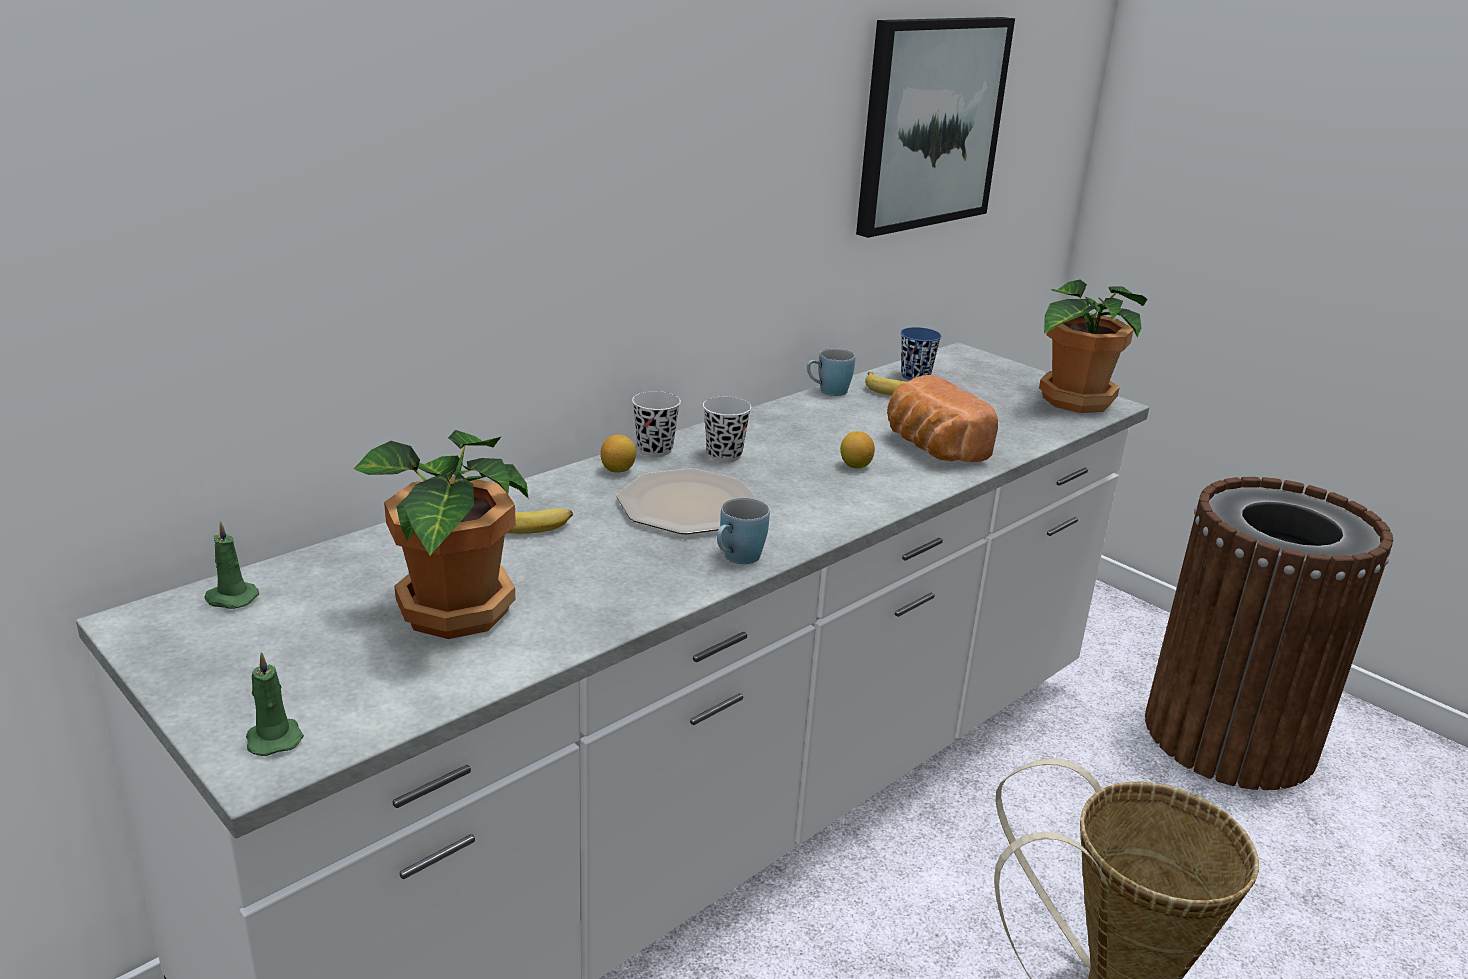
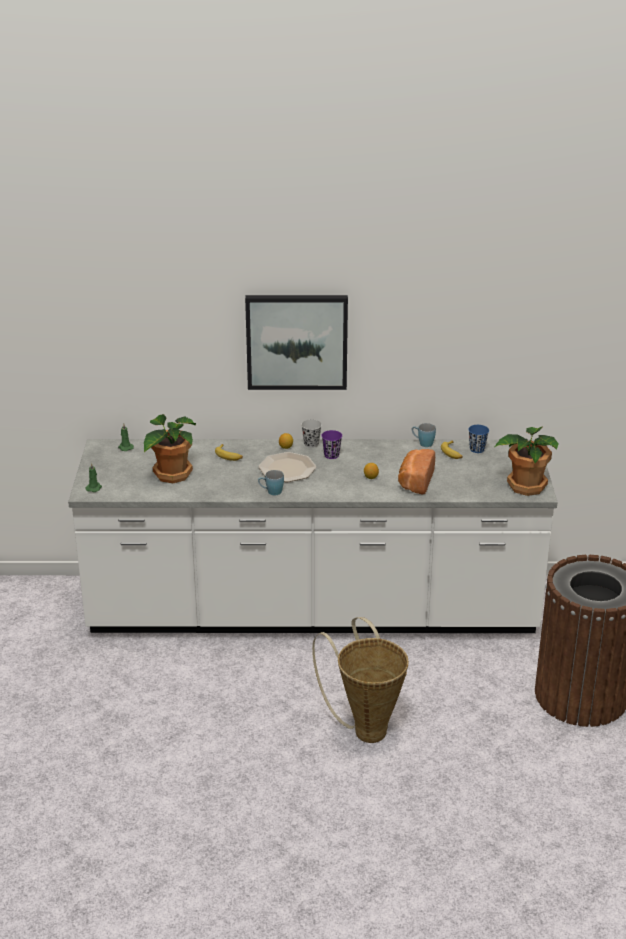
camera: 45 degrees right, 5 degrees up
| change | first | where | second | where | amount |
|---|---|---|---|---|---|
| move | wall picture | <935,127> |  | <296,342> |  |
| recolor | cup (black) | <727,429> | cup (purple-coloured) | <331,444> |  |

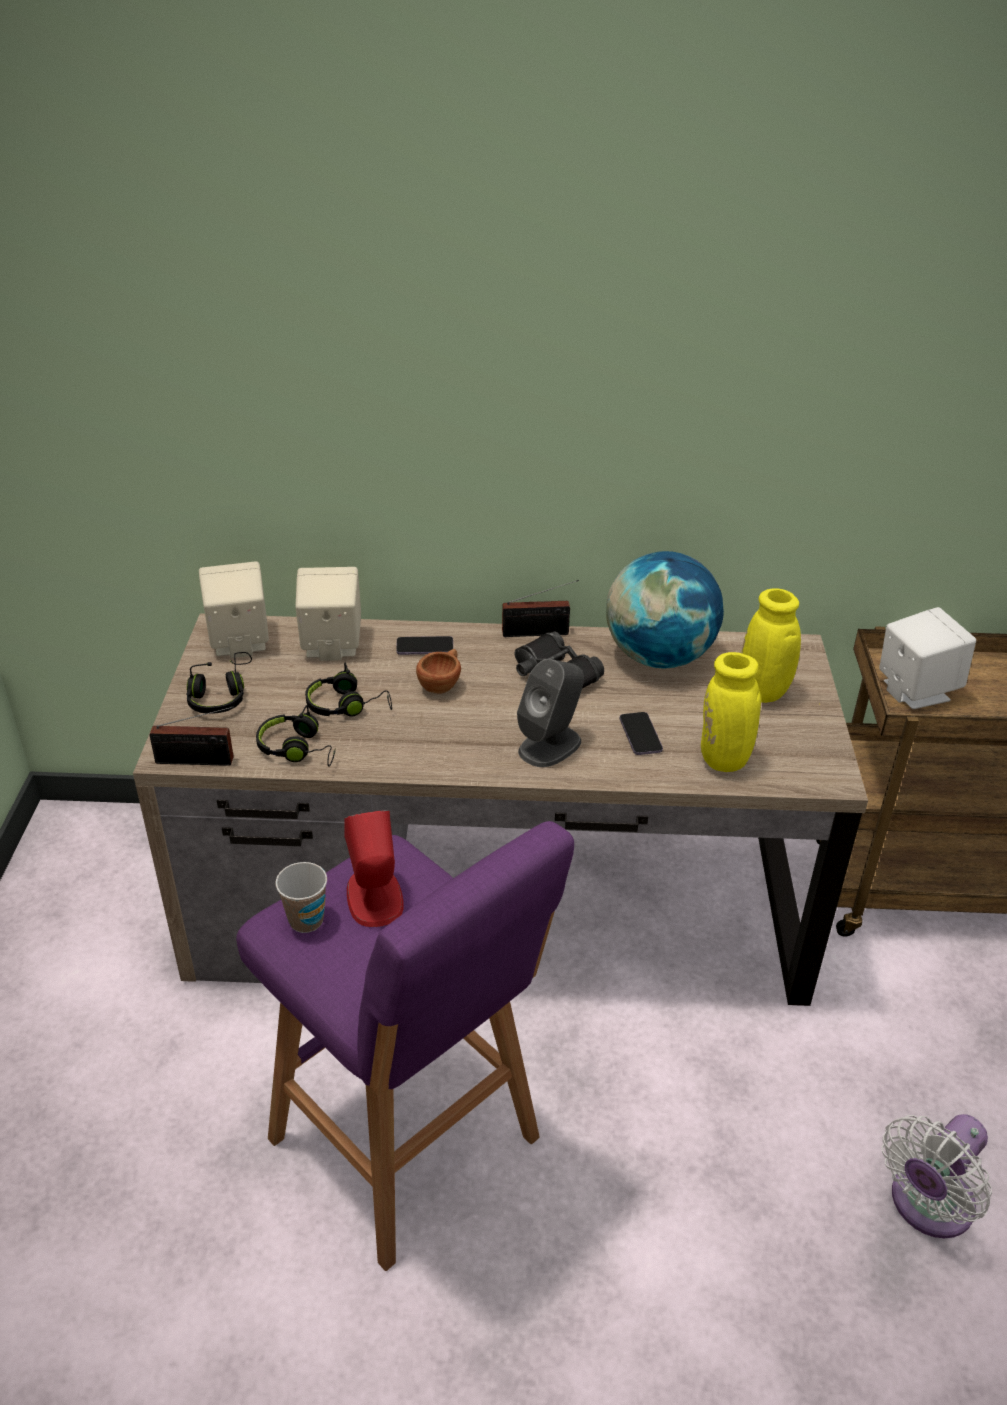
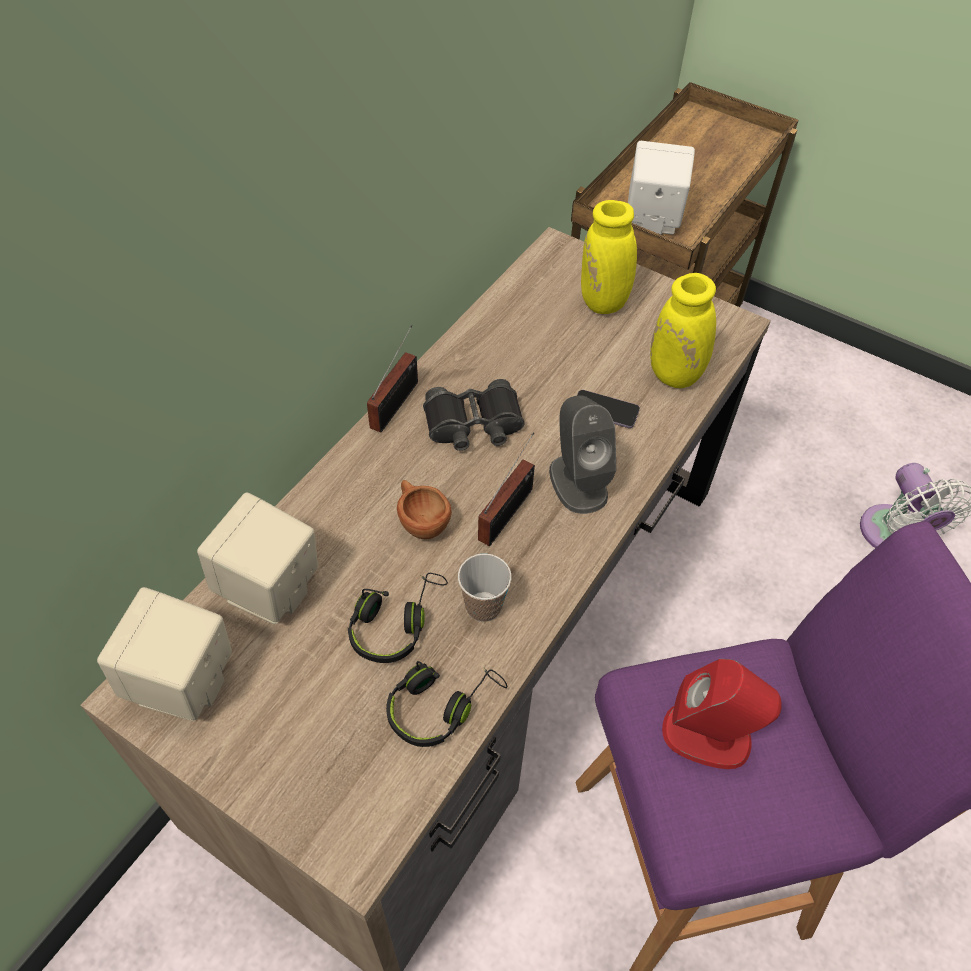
camera: 60 degrees left, 15 degrees up
| change | first | where | second | where | amount |
|---|---|---|---|---|---|
| move | cup | <301,897> |  | <485,587> |  |
| move | radio receiver | <191,736> |  | <506,489> |  |
| delete | pair of headphones (black) | <219,683> |  |  |  |
| delete | handset | <424,645> |  |  |  |
| delete | world globe | <665,610> |  |  |  |

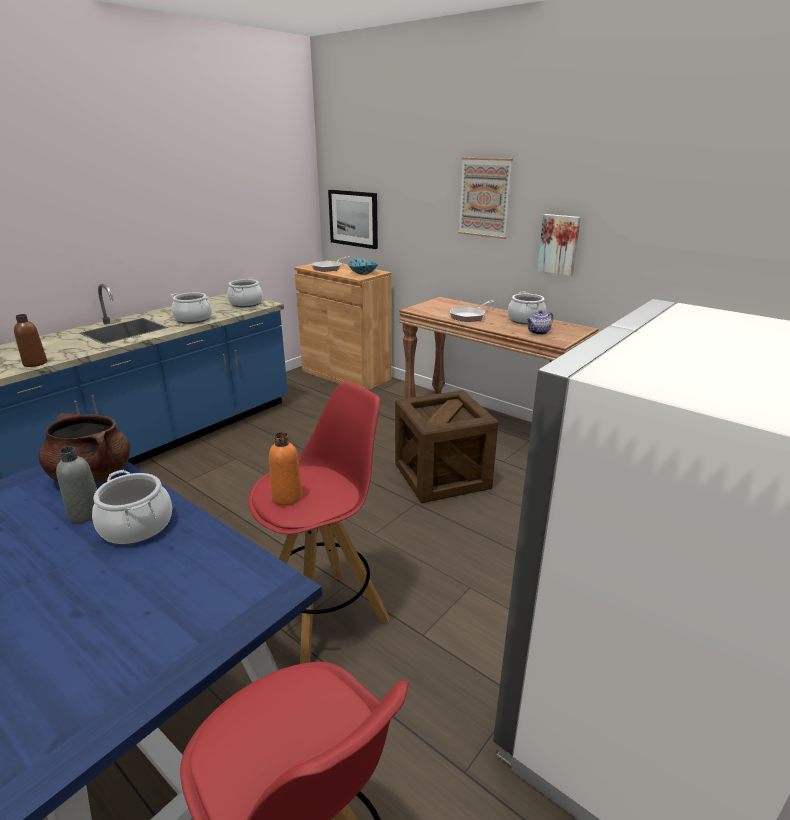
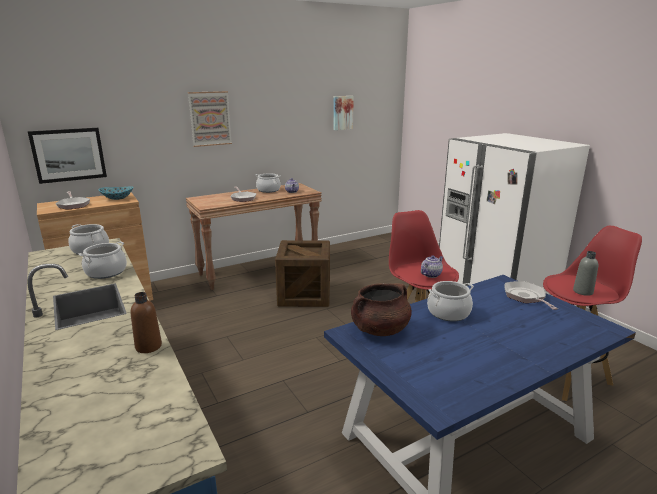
camera: 70 degrees left, 5 degrees down
| change | first | where | second | where | amount |
|---|---|---|---|---|---|
| move | wall picture | <559,245> |  | <343,113> |  |
| replace | beverage bottle (orangey) | <286,469> | teapot | <432,267> |  |
| insert |  |  | frying pan | <531,295> |  |
| move | beverage bottle (grey) | <76,485> |  | <585,273> |  |

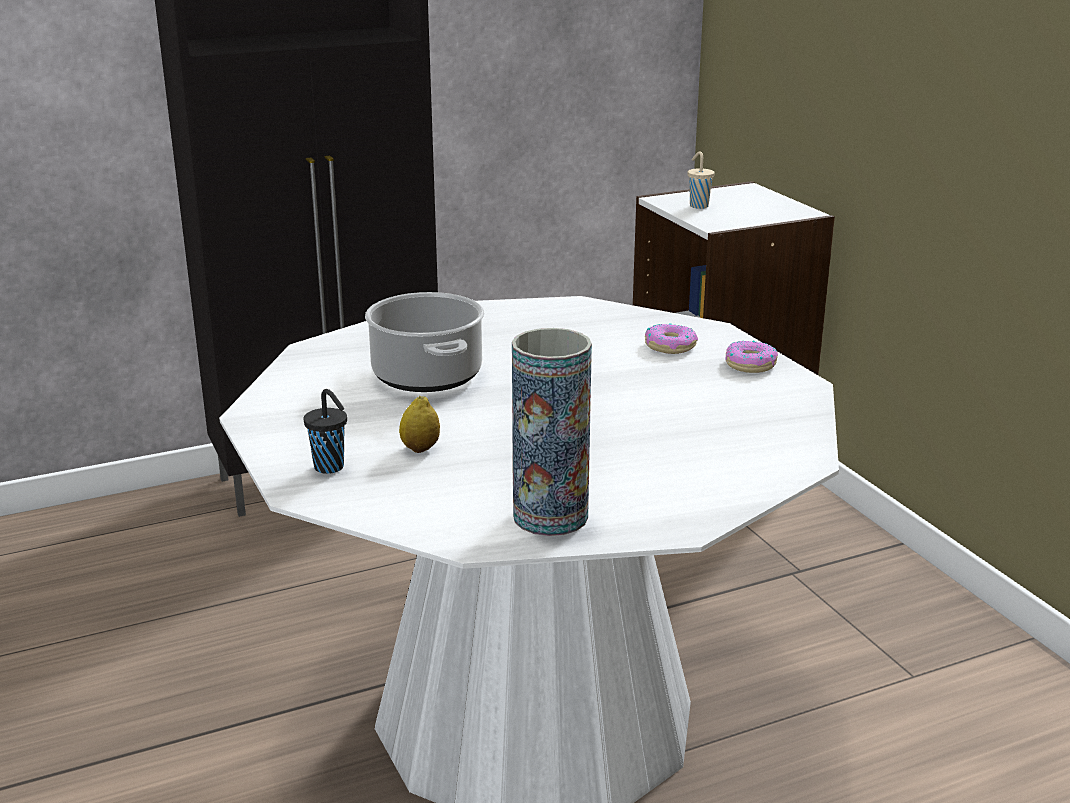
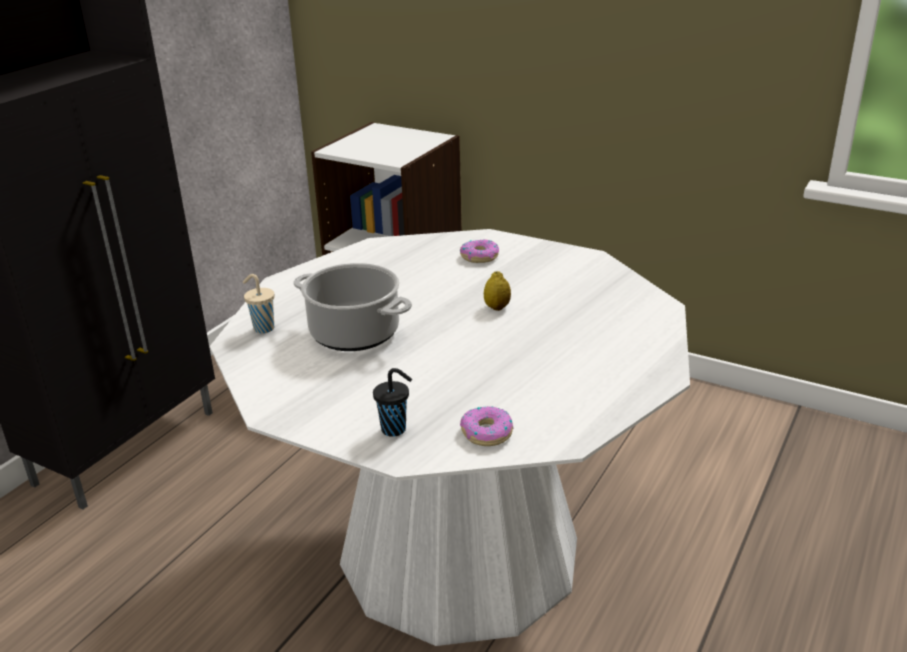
camera: 35 degrees left, 5 degrees up
| change | first | where | second | where | amount |
|---|---|---|---|---|---|
| move | cup (beige-coloured) | <701,180> |  | <259,303> |  |
| move | ring doughnut | <751,356> |  | <486,426> |  |
| move | citrus fruit | <419,424> |  | <497,291> |  |
| delete | decorative vase | <552,432> |  |  |  |

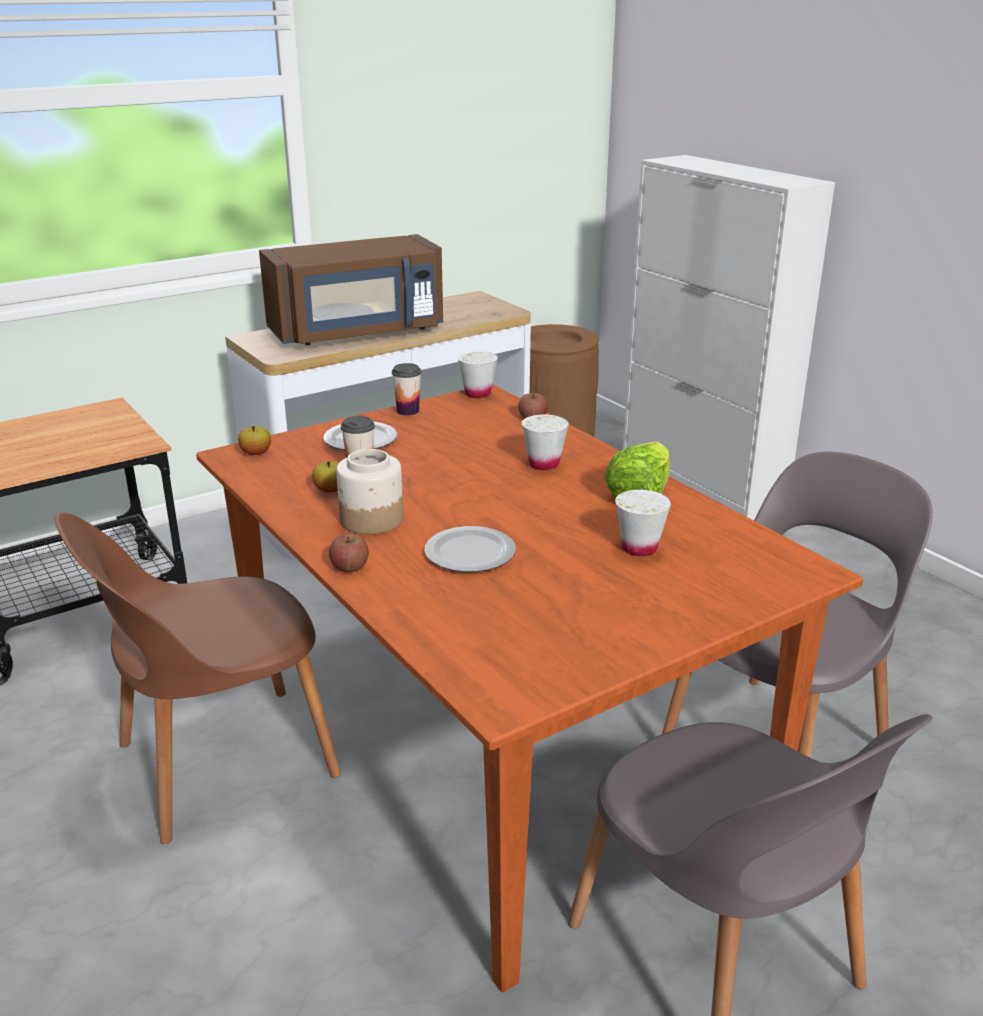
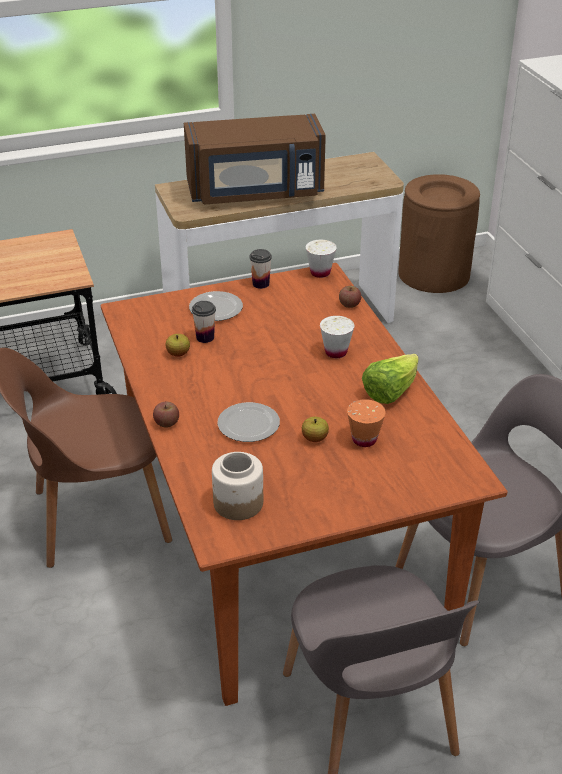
camera: 15 degrees right, 10 degrees up
| change | first | where | second | where | amount |
|---|---|---|---|---|---|
| move | storage jar | <369,491> |  | <237,486> |  |
| move | apple fruit | <254,440> |  | <315,429> |  |
| recolor | cup (white-coloured) | <643,523> | cup (orangey) | <366,423> |  |

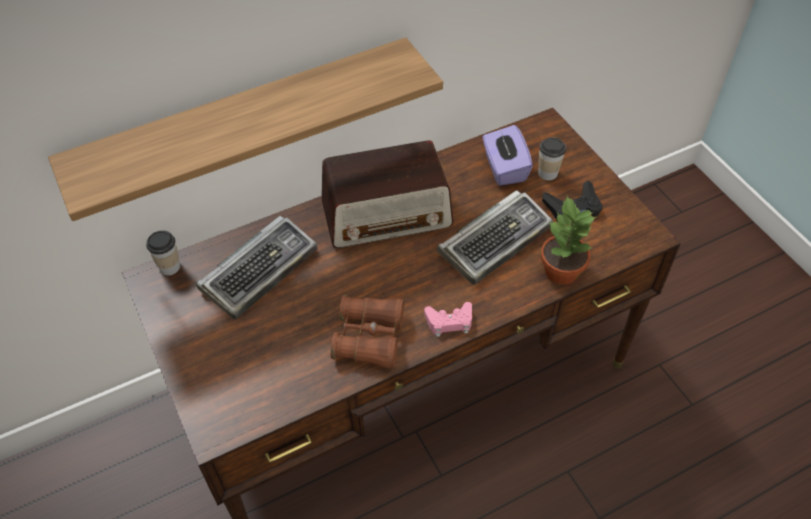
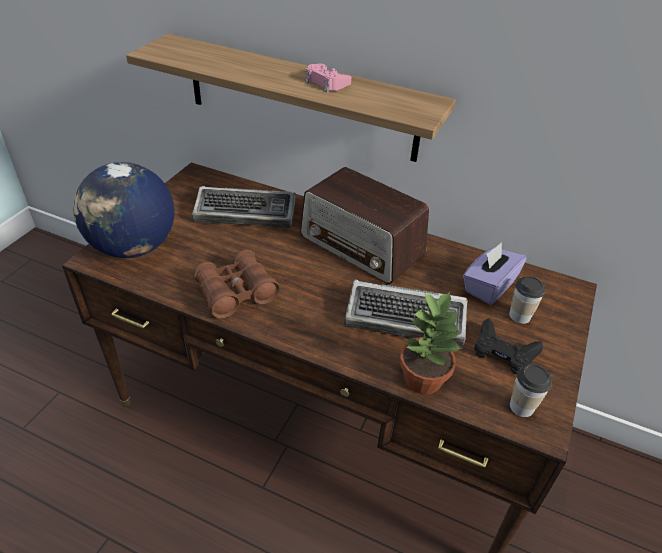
camera: 50 degrees right, 10 degrees down
| change | first | where | second | where | amount |
|---|---|---|---|---|---|
| insert |  |  | world globe | <123,210> |  |
| move | joypad (pink) | <448,319> |  | <328,77> |  |
| move | cup | <163,253> |  | <531,390> |  |

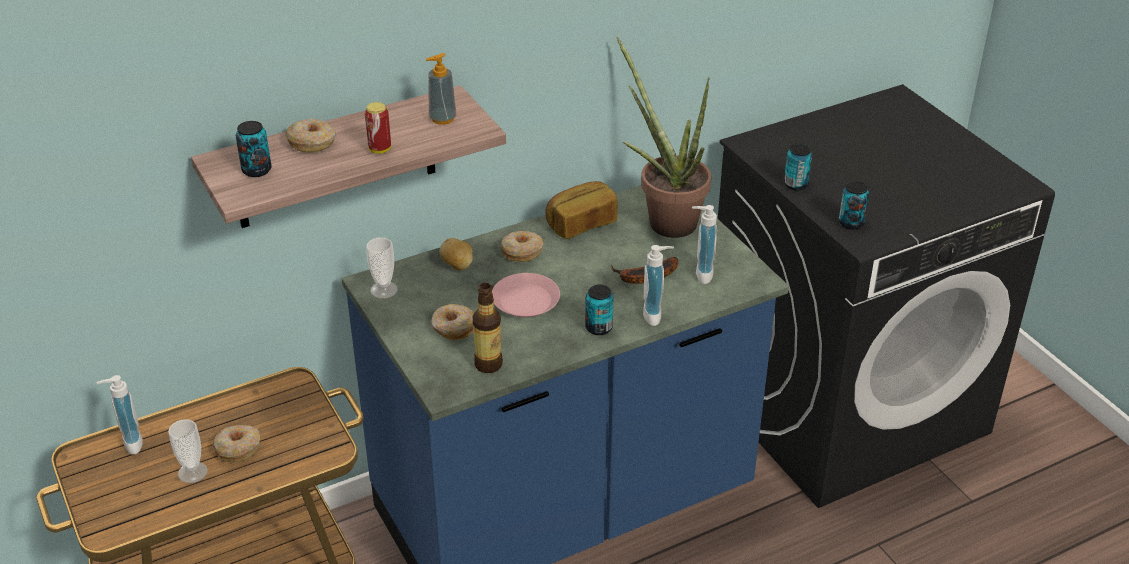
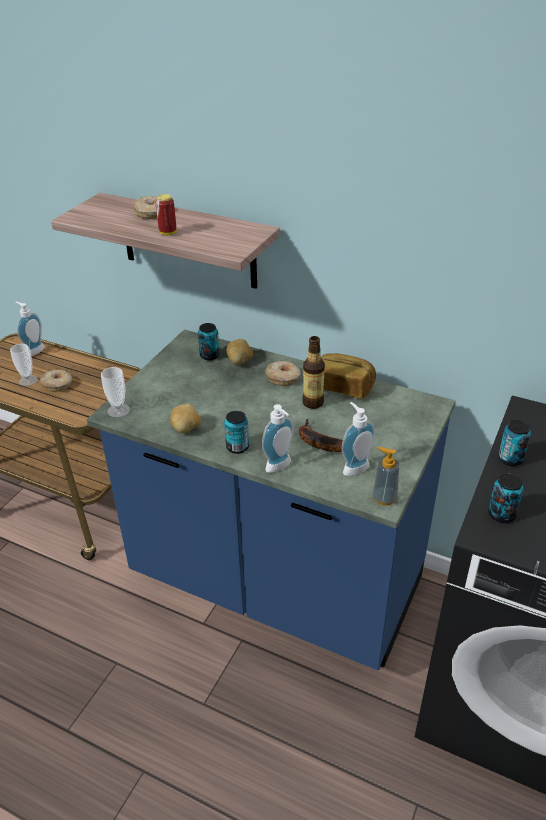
camera: 55 degrees right, 0 degrees up
| change | first | where | second | where | amount |
|---|---|---|---|---|---|
| move | cup | <382,268> |  | <115,392> |  |
| insert |  |  | whole potato | <185,418> |  |
| move | metal can | <253,149> |  | <209,342> |  |
| move | beverage bottle | <488,328> |  | <313,372> |  |
| move | soap dispenser | <440,89> |  | <386,476> |  |
| delete | ring doughnut | <452,322> |  |  |  |
| delete | plate (pink) | <526,295> |  |  |  |
| delete | houseplant | <663,137> |  |  |  |

